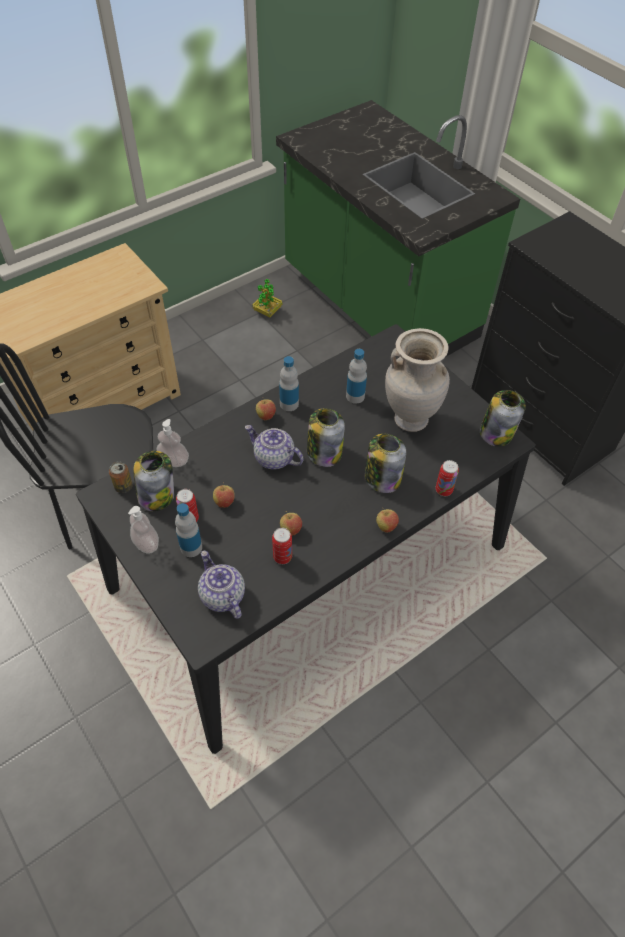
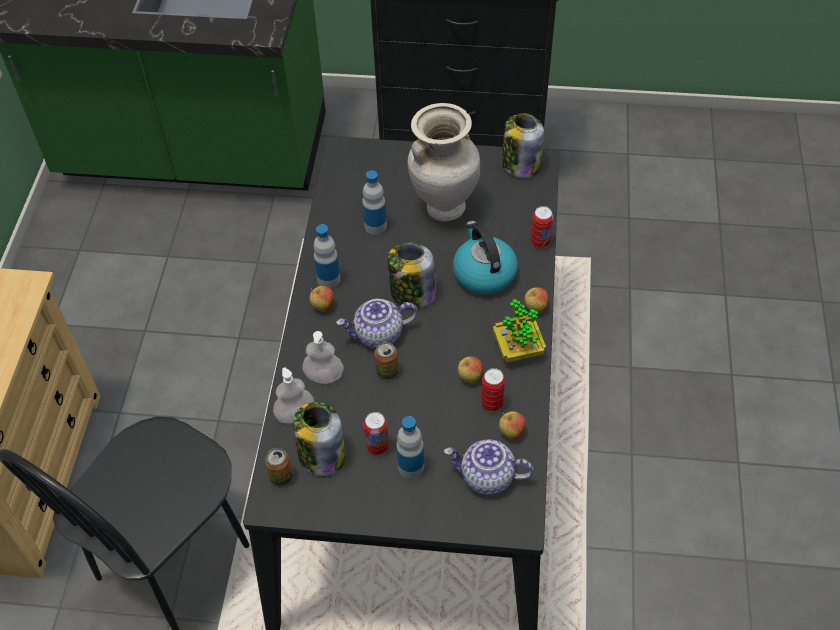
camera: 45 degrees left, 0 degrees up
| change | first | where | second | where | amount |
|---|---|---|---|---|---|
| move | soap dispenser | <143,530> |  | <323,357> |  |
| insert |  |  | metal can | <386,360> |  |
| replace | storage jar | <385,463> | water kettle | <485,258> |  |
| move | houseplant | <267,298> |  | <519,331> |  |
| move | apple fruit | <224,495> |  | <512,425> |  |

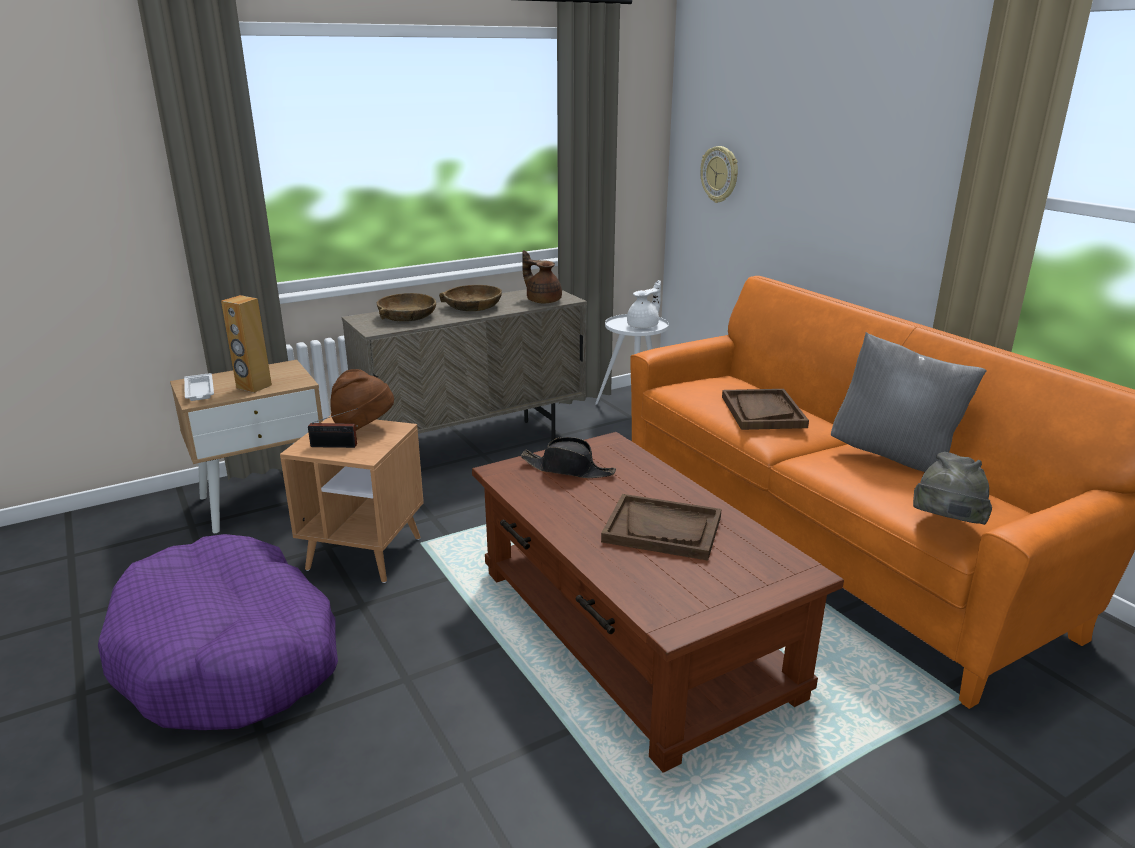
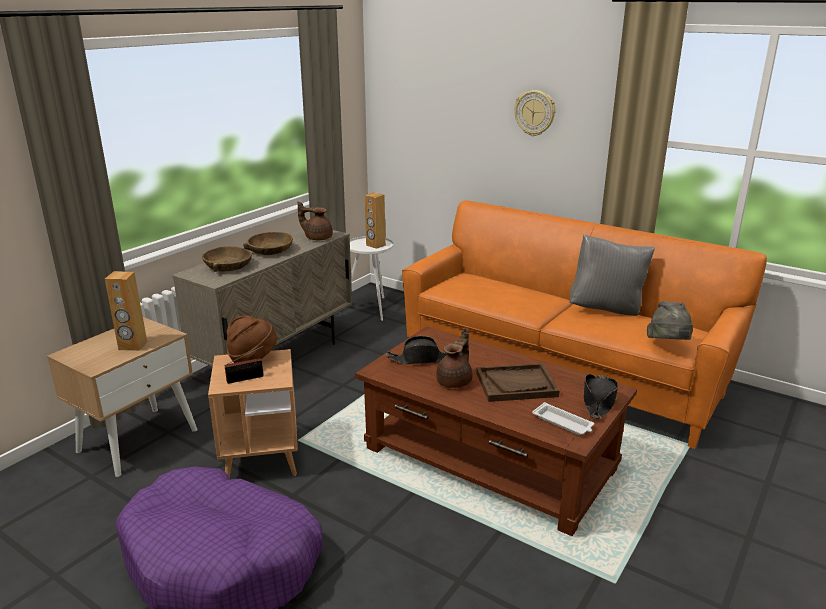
camera: 25 degrees left, 0 degrees up
| change | first | where | second | where | amount |
|---|---|---|---|---|---|
| replace | teapot (white-coloured) | <644,304> | speaker (brownish) | <375,220> |  |
| insert |  |  | teapot (brownish) | <454,358> |  |
| move | wall clock | <719,174> |  | <535,113> |  |
| move | serving tray (white-coloured) | <199,387> |  | <563,418> |  |
| insert |  |  | clothing hat (black) | <601,396> |  |
| delete | serving tray (brownish) | <765,409> |  |  |  |

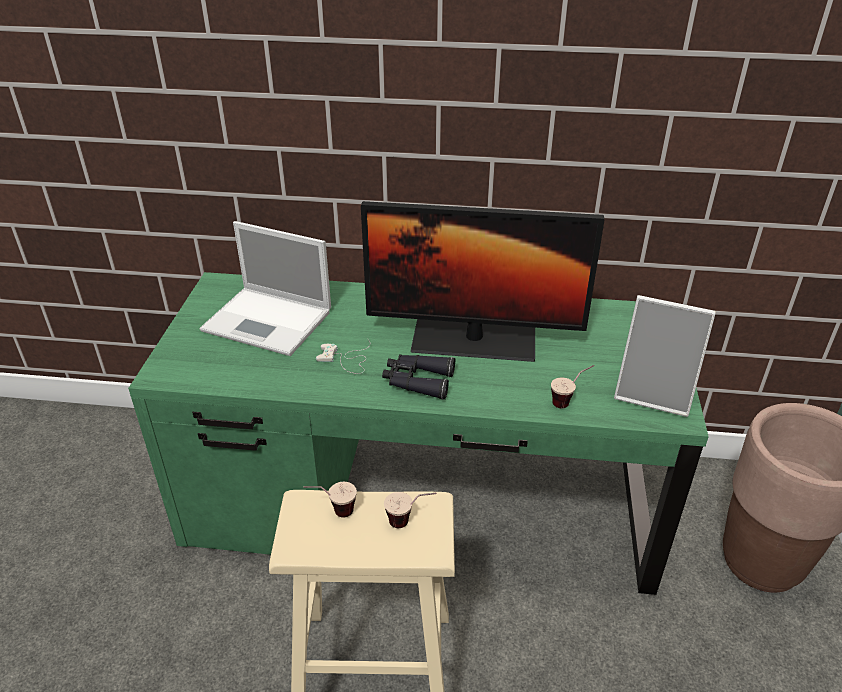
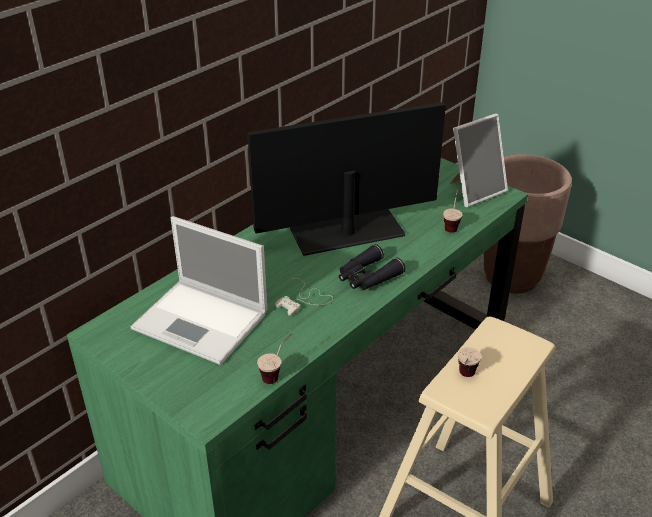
camera: 55 degrees left, 0 degrees up
| change | first | where | second | where | amount |
|---|---|---|---|---|---|
| rotate | notebook computer | <265,288> |  | <198,290> | 60 degrees clockwise |
| rotate | computer display | <482,281> |  | <346,179> | 150 degrees counterclockwise |
| move | cup | <410,510> |  | <274,358> |  |

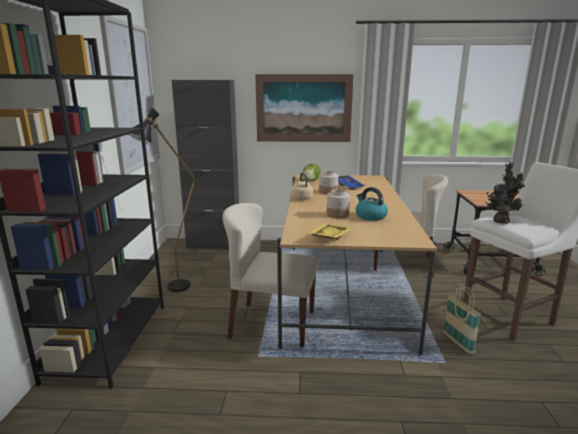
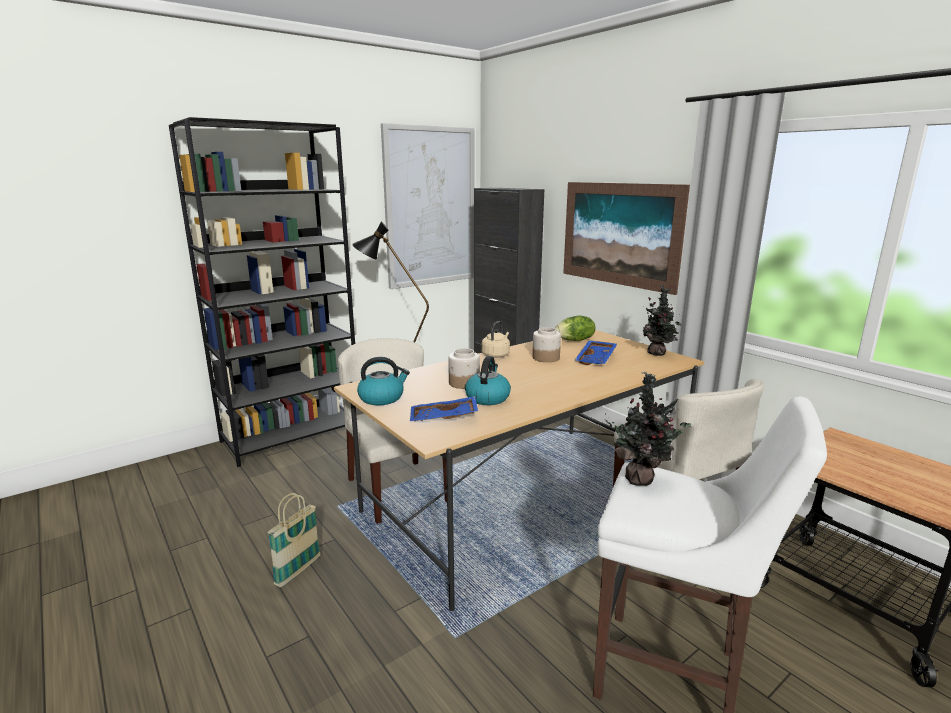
camera: 50 degrees right, 0 degrees up
| change | first | where | second | where | amount |
|---|---|---|---|---|---|
| move | basket | <462,320> |  | <294,540> |  |
| replace | serving tray (yellow-coloured) | <329,231> | water kettle | <383,381> |  |
| insert |  |  | serving tray (blue-coloured) | <444,408> |  |
| insert |  |  | houseplant | <662,320> |  |

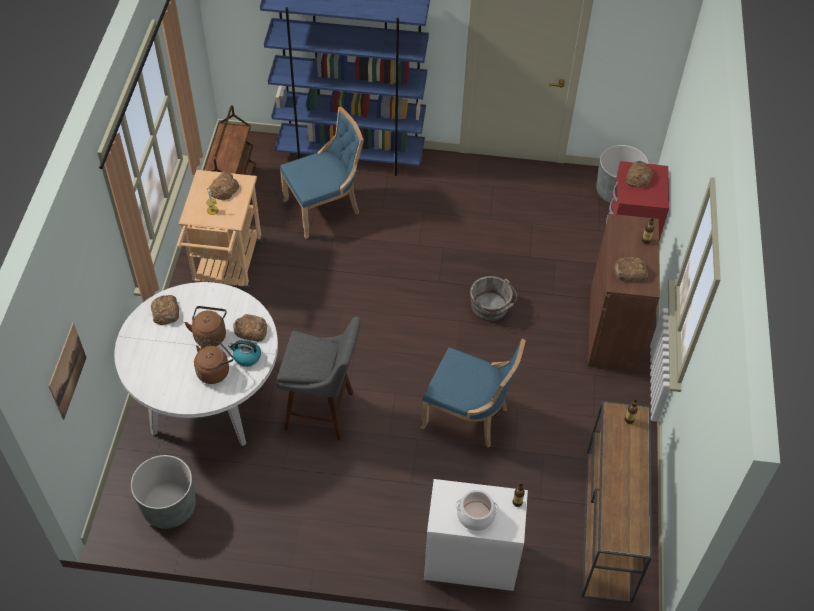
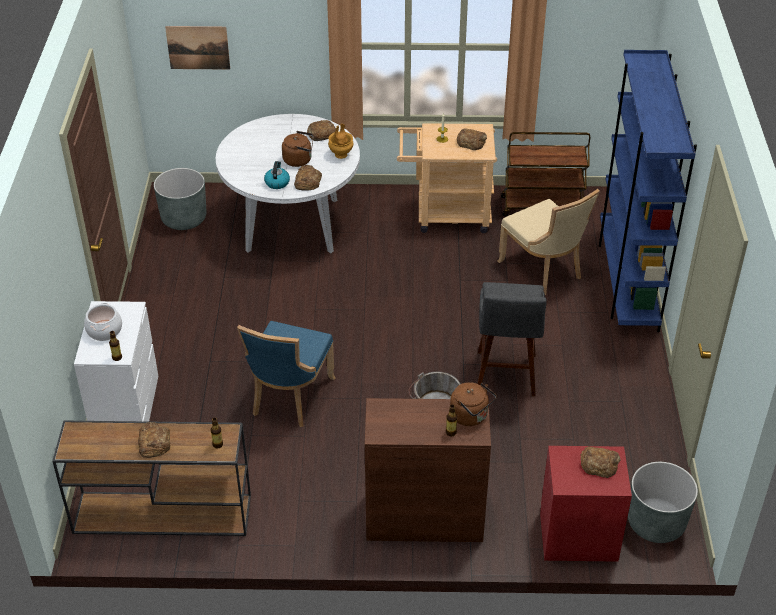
camera: 85 degrees right, 10 degrees down
| change | first | where | second | where | amount |
|---|---|---|---|---|---|
| move | baked bread | <631,269> |  | <154,440> |  |
| insert |  |  | decorative vase (brownish) | <341,141> |  |
| move | water kettle (brownish) | <214,361> |  | <473,404> |  |
| move | sitting stool (grey) | <318,379> |  | <512,339> |  |
| recolor | upright chair (blue-coloured) | <322,173> | upright chair (beige-coloured) | <549,242> |  |

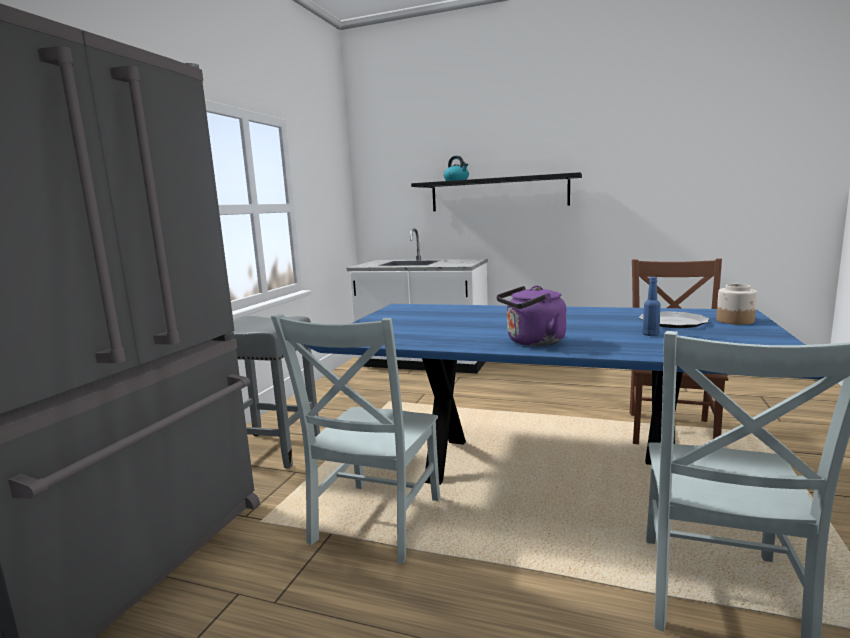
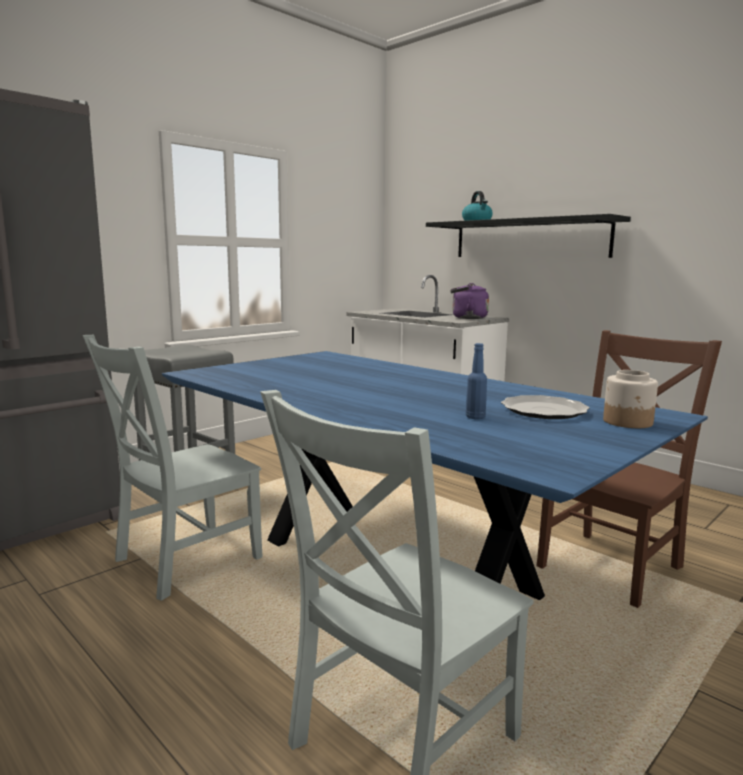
camera: 25 degrees right, 0 degrees up
| change | first | where | second | where | amount |
|---|---|---|---|---|---|
| move | water kettle (purple-coloured) | <531,315> |  | <469,301> |  |

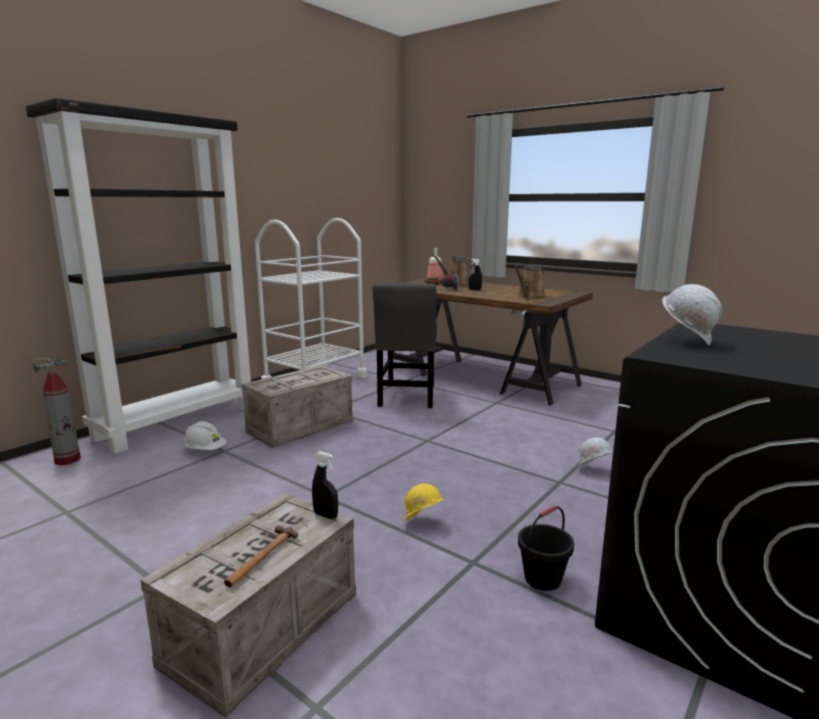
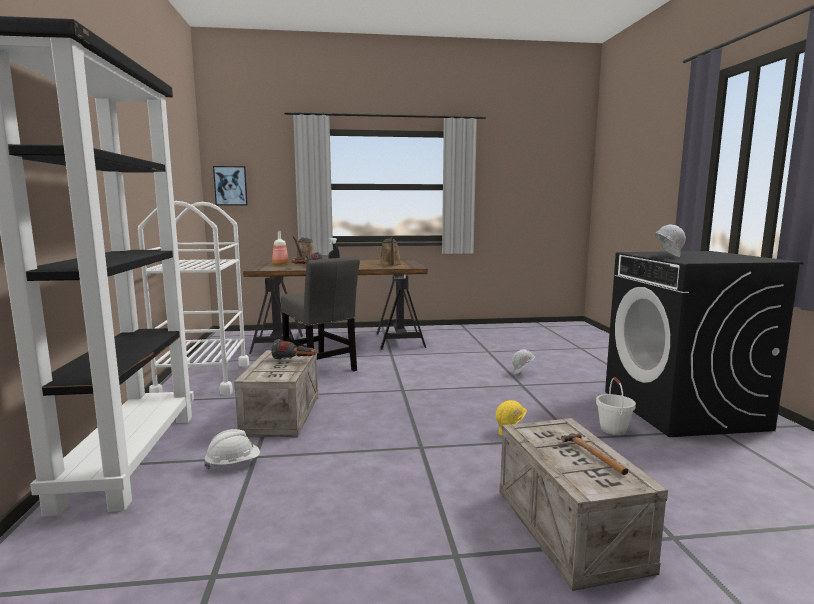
camera: 45 degrees left, 5 degrees down
| change | first | where | second | where | amount |
|---|---|---|---|---|---|
| insert |  |  | wall picture | <230,185> |  |
| insert |  |  | flashlight | <294,349> |  |
| recolor | water bucket (black) | <546,548> | water bucket (white-coloured) | <616,406> |  |
| delete | extinguisher | <57,411> |  |  |  |
| delete | sprayer (black) | <325,485> |  |  |  |

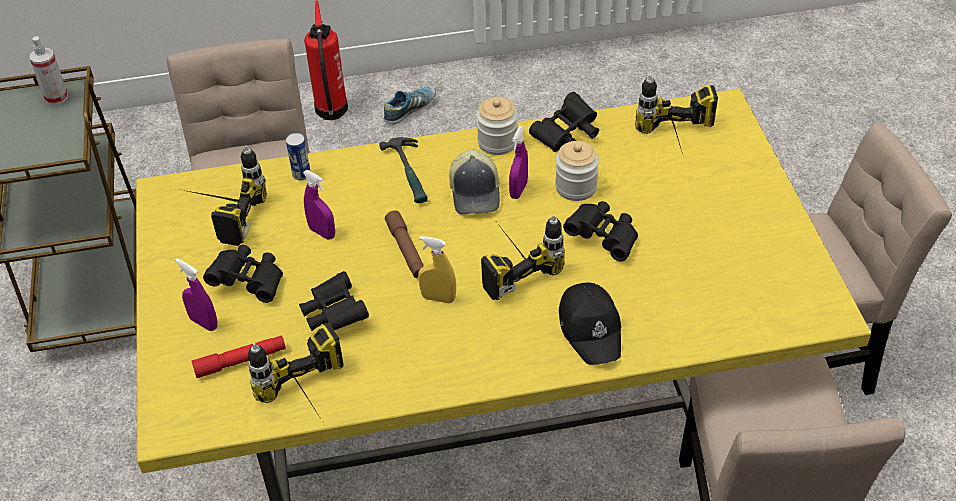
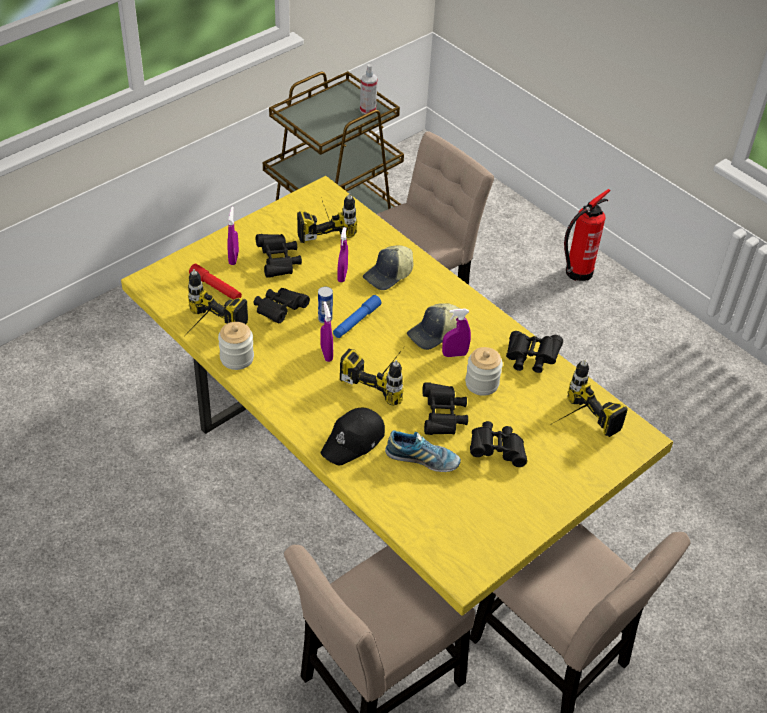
camera: 55 degrees right, 0 degrees up
| change | first | where | second | where | amount |
|---|---|---|---|---|---|
| move | storage jar | <497,126> |  | <236,346> |  |
| move | metal can | <298,156> |  | <325,305> |  |
| recolor | sprayer (yellow-coloured) | <437,269> | sprayer (purple-coloured) | <326,331> |  |
| recolor | flashlight (brownish) | <404,244> | flashlight (blue-coloured) | <357,316> |  |
| insert |  |  | baseball cap | <388,267> |  |
| move | item of footwear | <410,106> |  | <423,451> |  |
| insert |  |  | binoculars (black) | <498,444> |  |
| delete | hand hammer | <403,170> |  |  |  |

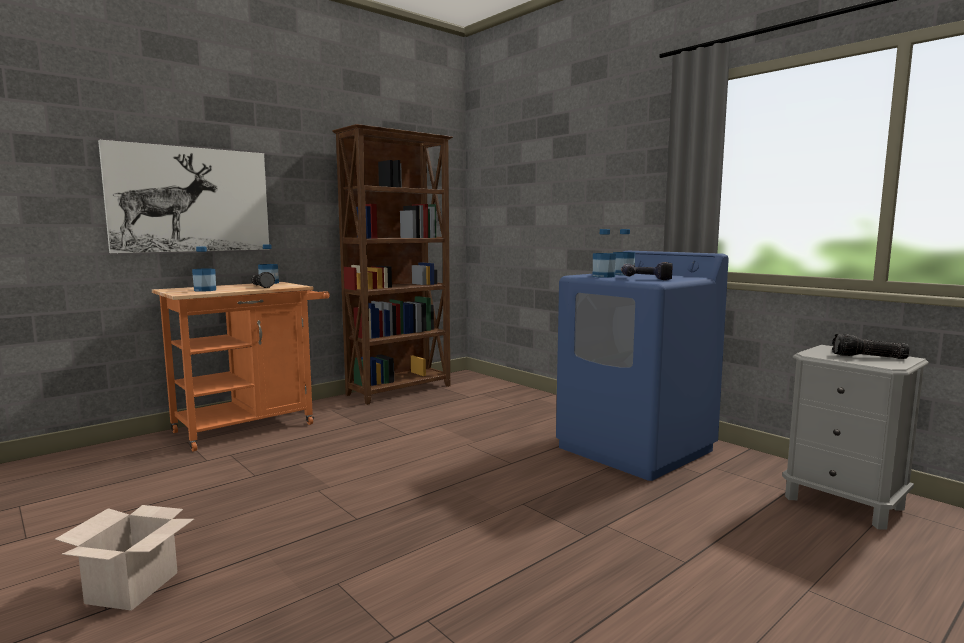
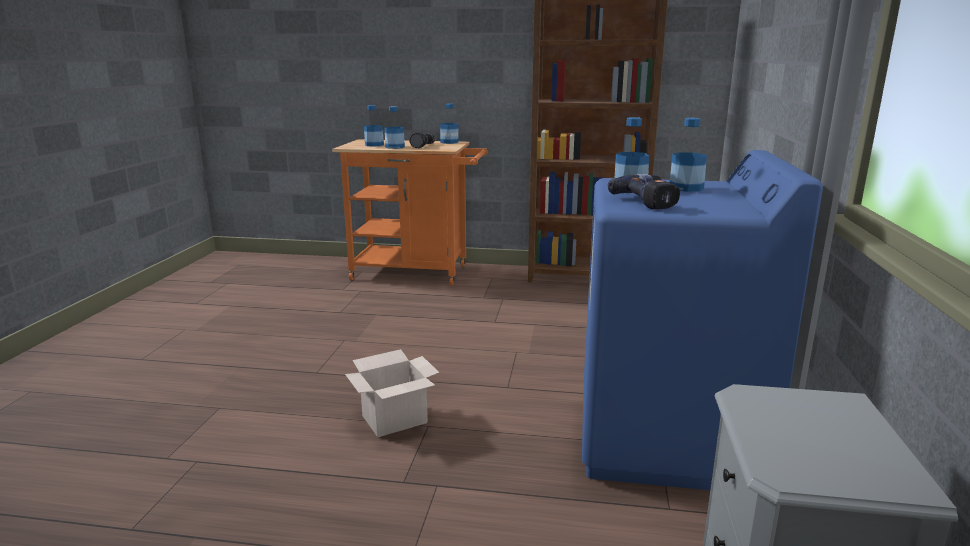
camera: 50 degrees right, 10 degrees up
| change | first | where | second | where | amount |
|---|---|---|---|---|---|
| move | packing box | <124,558> |  | <392,393> |  |
| insert |  |  | beverage bottle | <395,127> |  |
| delete | wall picture | <183,196> |  |  |  |
| delete | flashlight | <871,346> |  |  |  |

